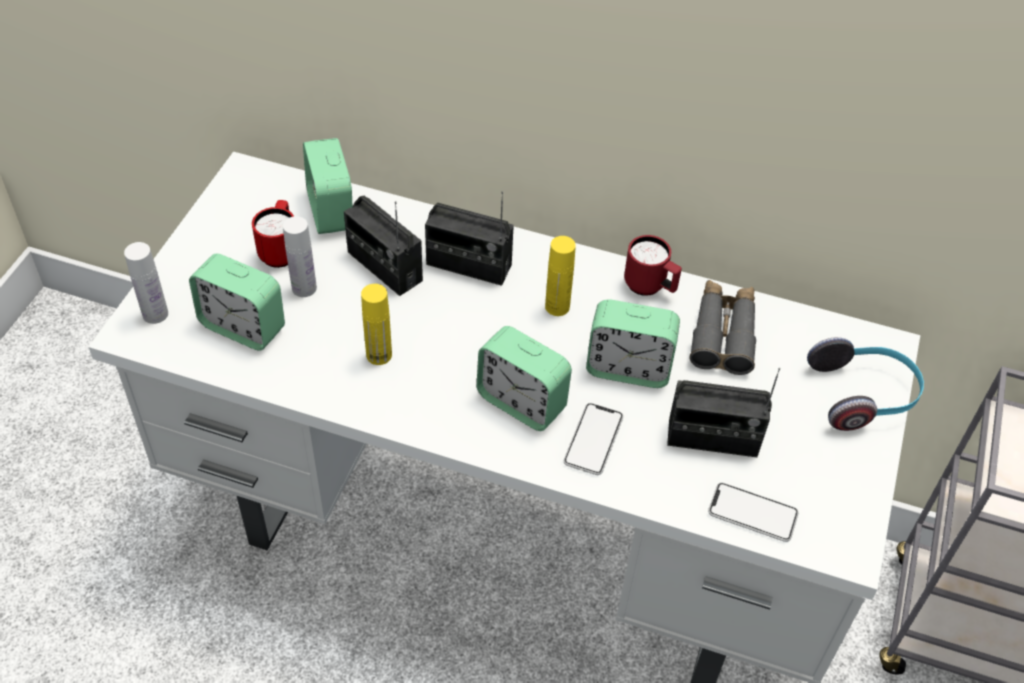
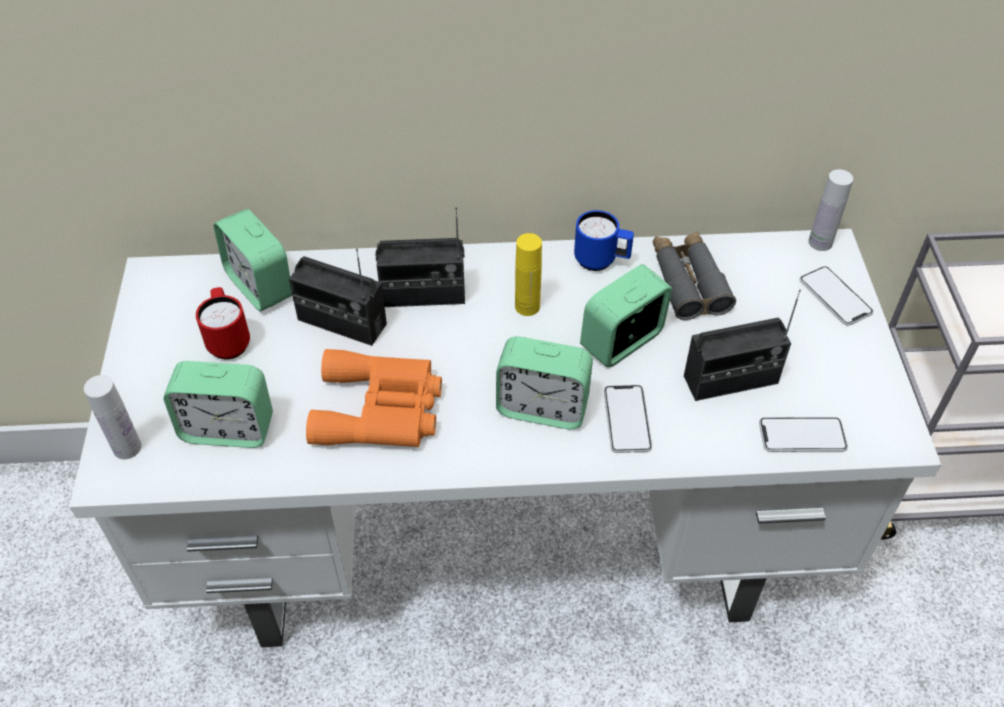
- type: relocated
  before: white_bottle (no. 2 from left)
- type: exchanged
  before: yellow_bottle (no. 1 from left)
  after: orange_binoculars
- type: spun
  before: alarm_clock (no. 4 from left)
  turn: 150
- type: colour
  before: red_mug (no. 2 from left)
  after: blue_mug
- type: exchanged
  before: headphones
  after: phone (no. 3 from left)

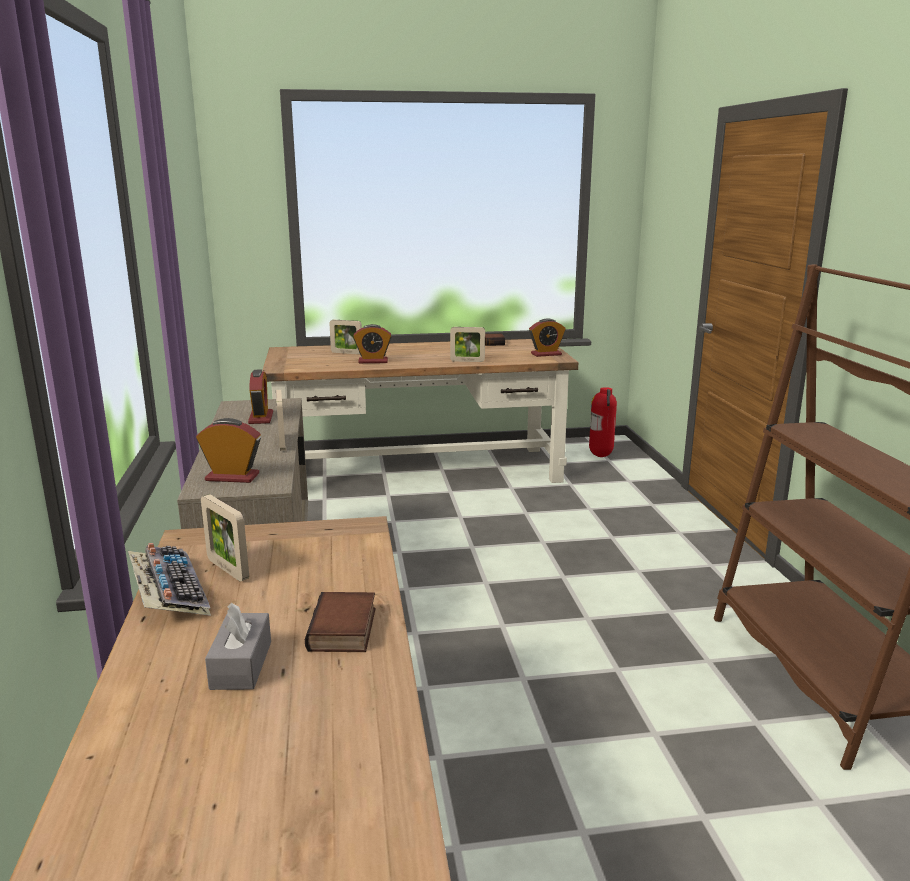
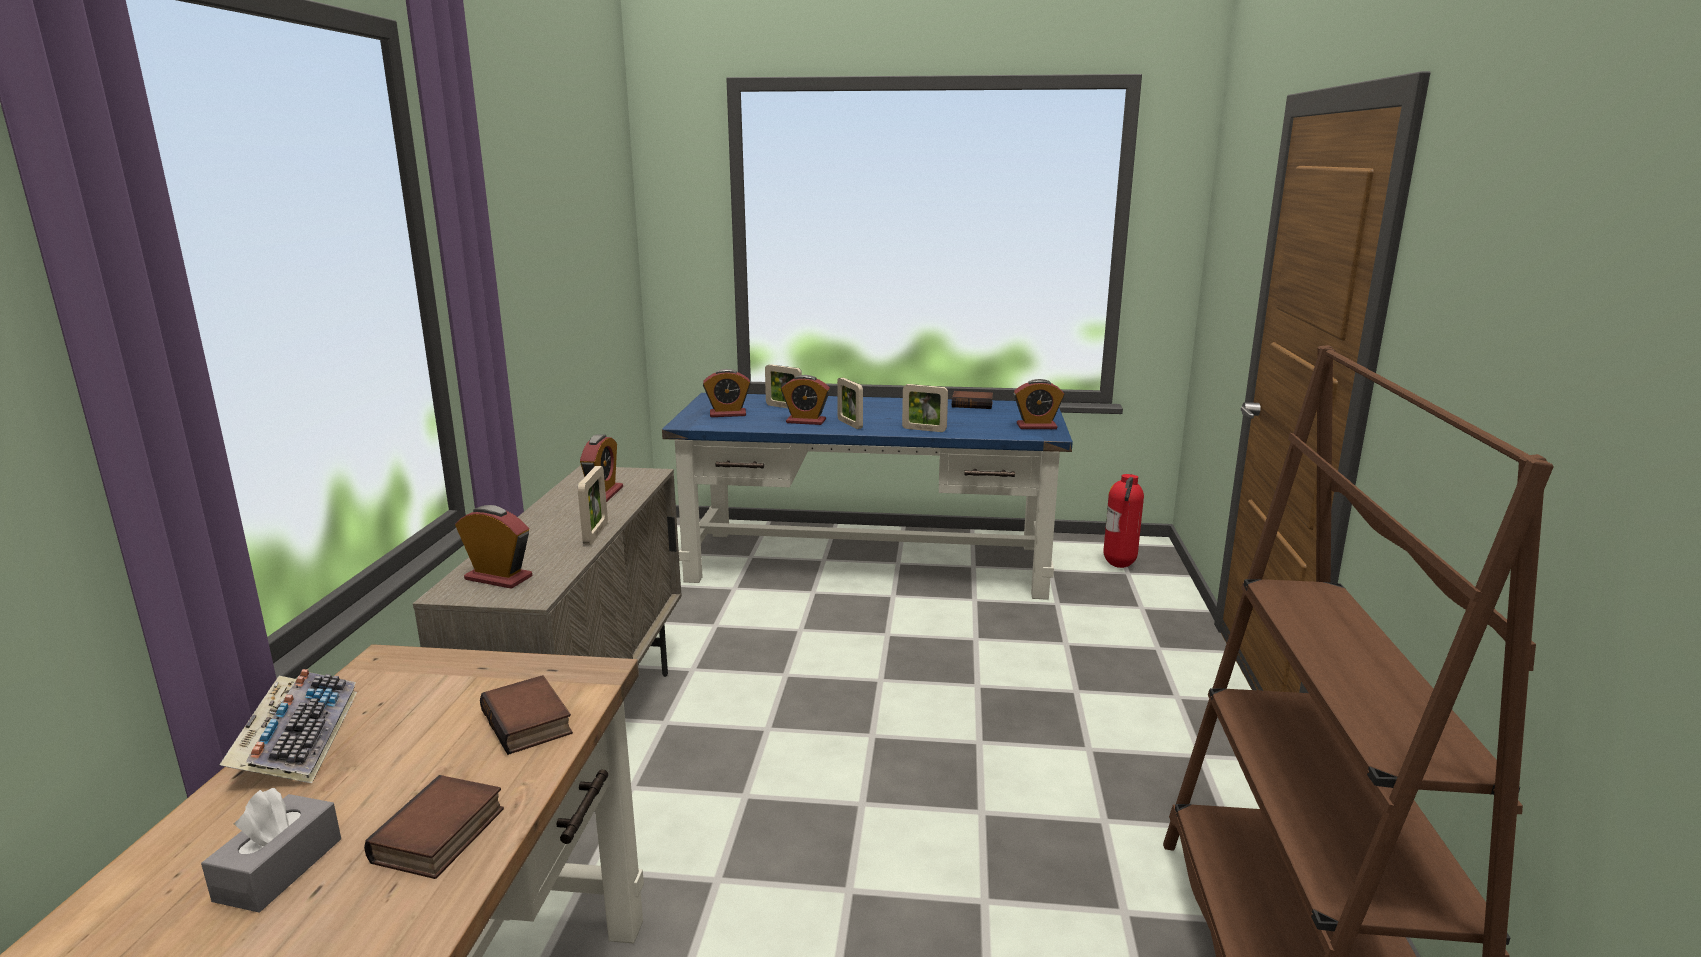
- type: relocated
  before: picture_frame (no. 1 from left in the first image)
  after: picture_frame (no. 3 from left)
- type: colour
  before: brown_desk (no. 2 from left)
  after: blue_desk
- type: appeared
  after: book (no. 2 from left)
- type: appeared
  after: alarm_clock (no. 3 from left)

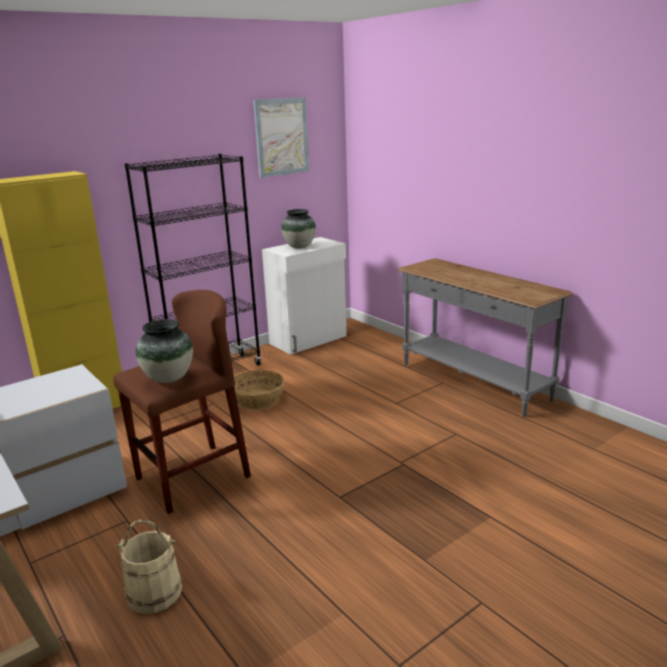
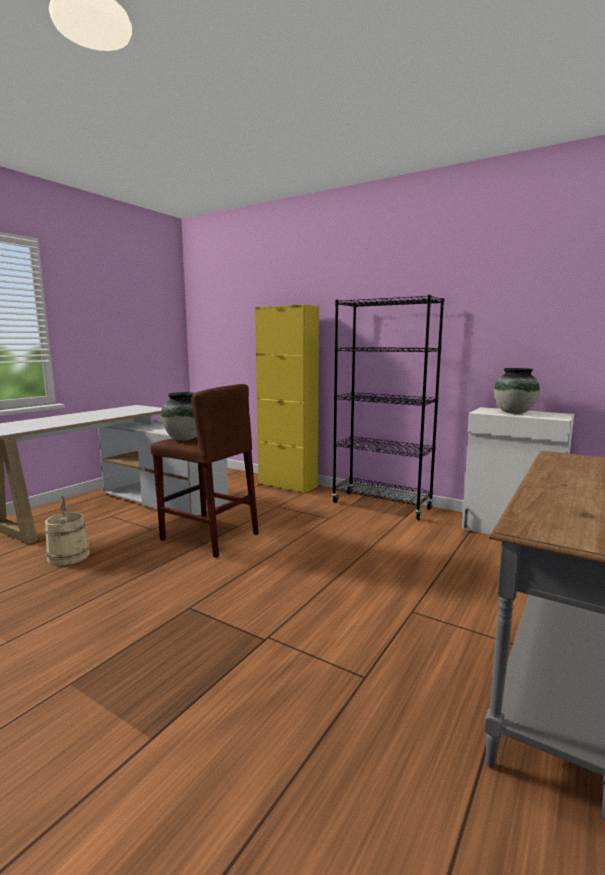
- type: missing
  before: basket
- type: missing
  before: picture

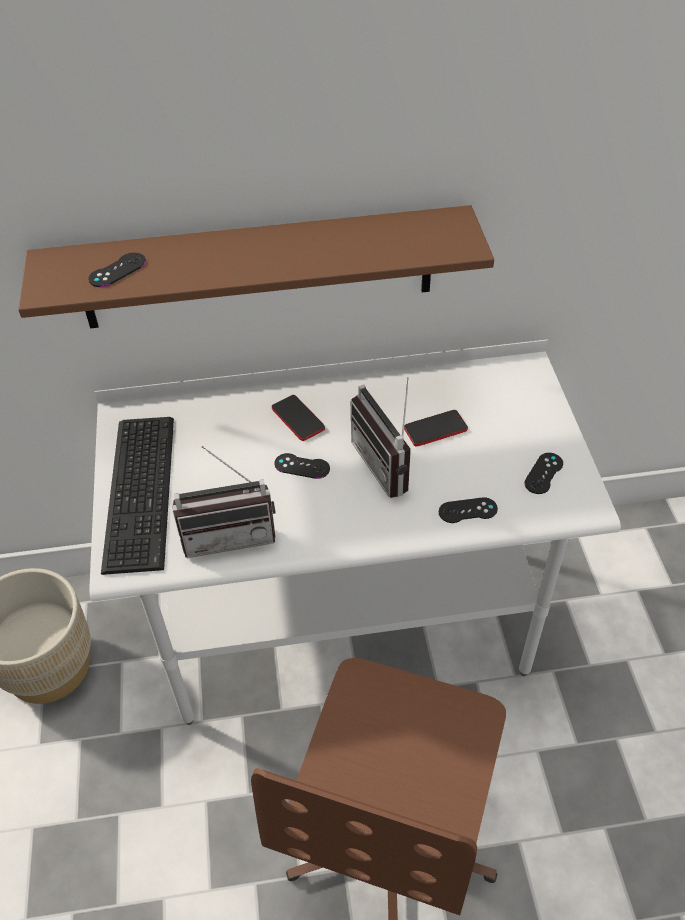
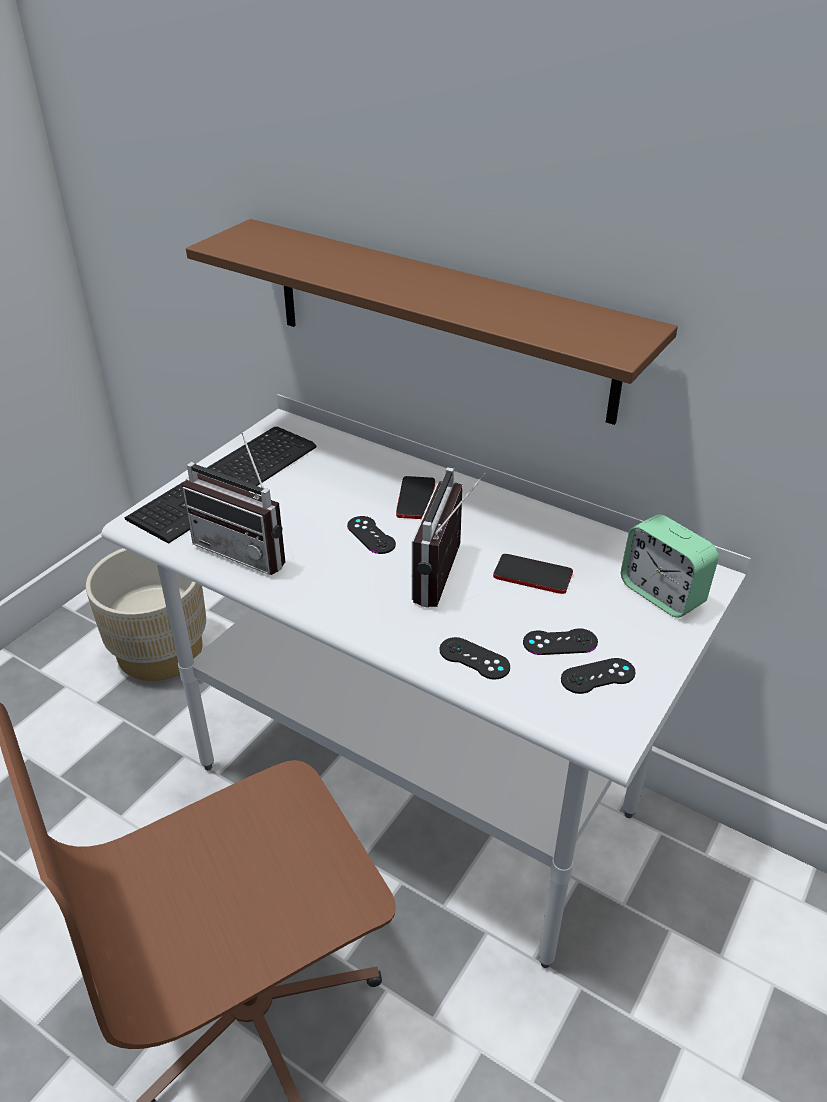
- type: relocated
  before: black_game_controller (no. 1 from left in the first image)
  after: black_game_controller (no. 3 from left)
- type: appeared
  after: alarm_clock

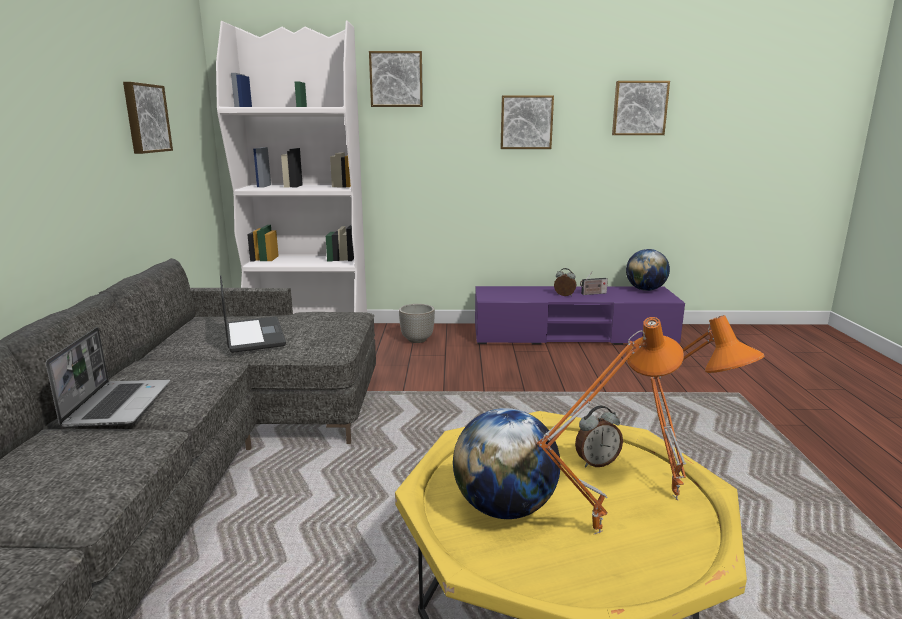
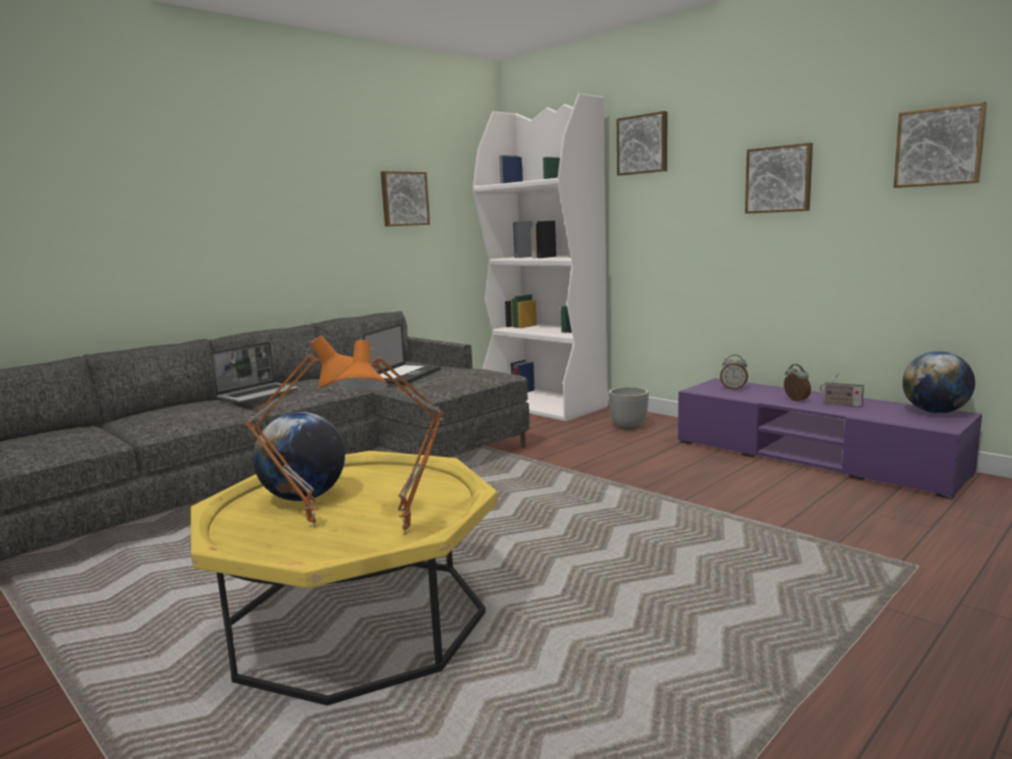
- type: relocated
  before: alarm_clock (no. 2 from left in the first image)
  after: alarm_clock (no. 1 from left)

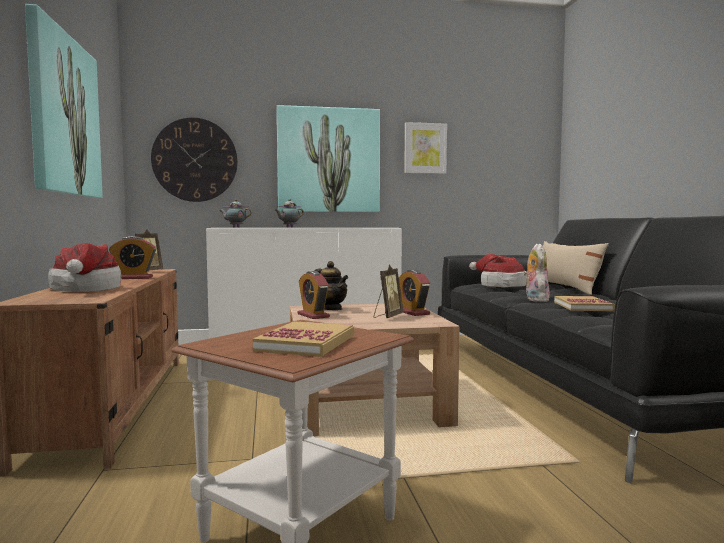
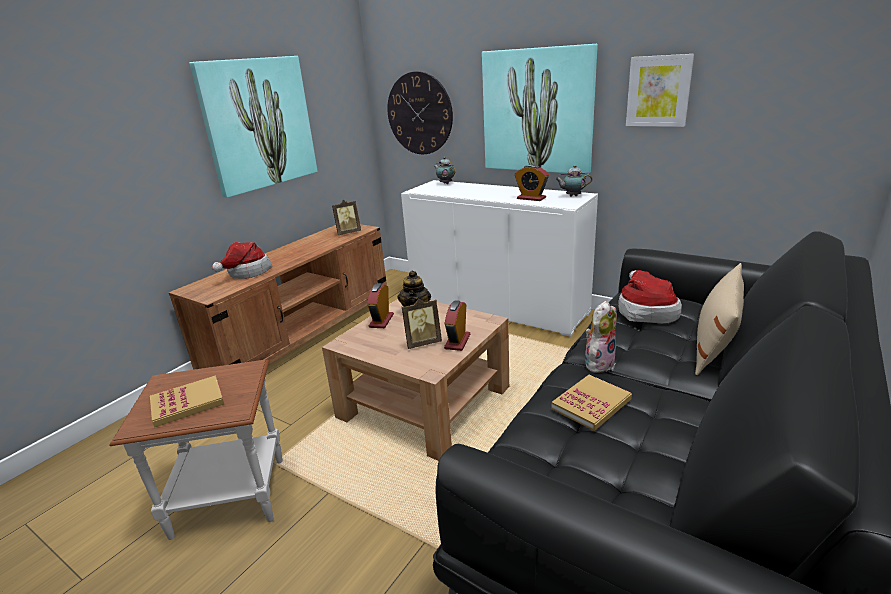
- type: relocated
  before: alarm_clock (no. 1 from left in the first image)
  after: alarm_clock (no. 3 from left)
- type: relocated
  before: teapot (no. 2 from left in the first image)
  after: teapot (no. 3 from left)

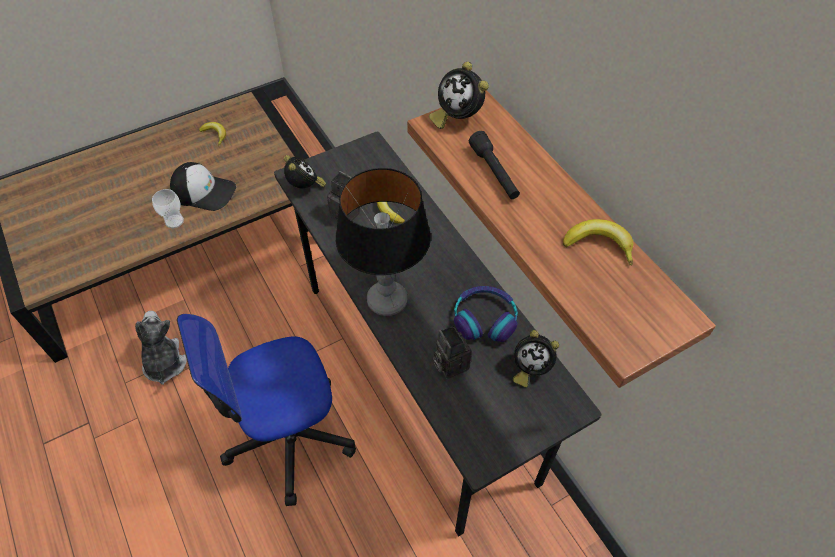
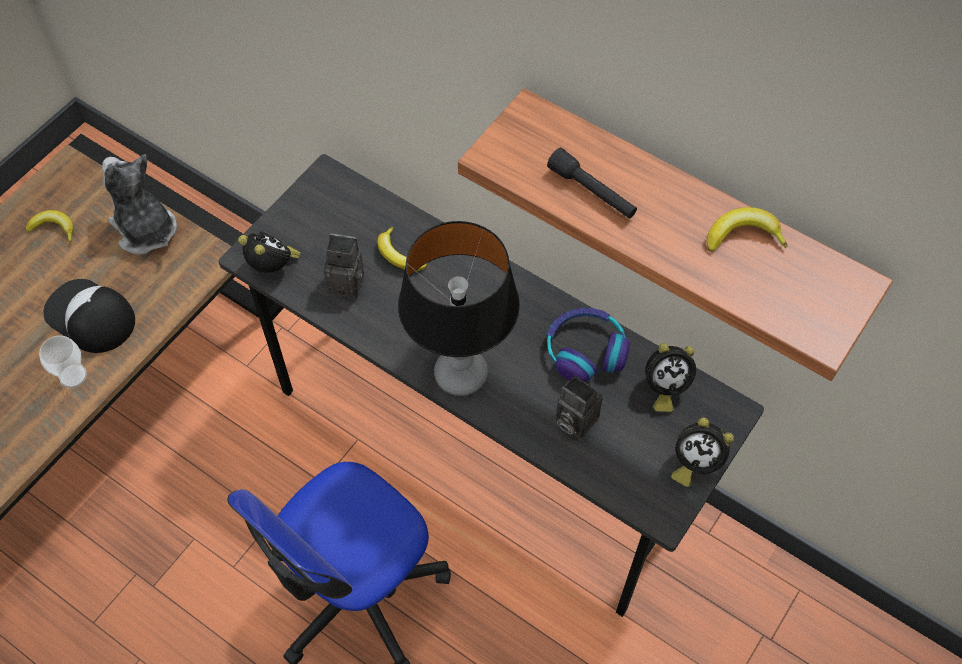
- type: relocated
  before: plush_toy
- type: spun
  before: cap
  turn: -135
- type: relocated
  before: alarm_clock (no. 2 from left in the first image)
  after: alarm_clock (no. 3 from left)

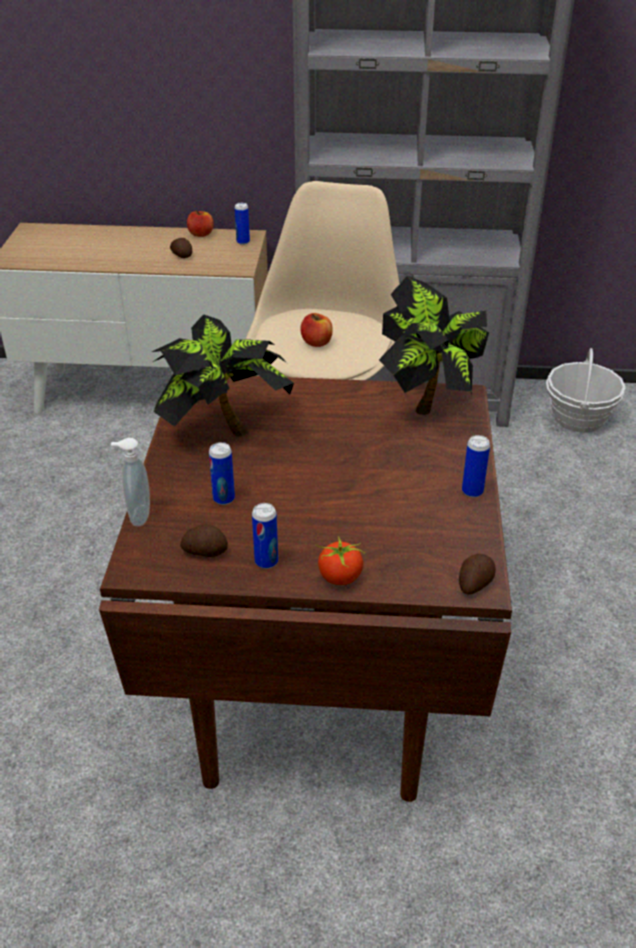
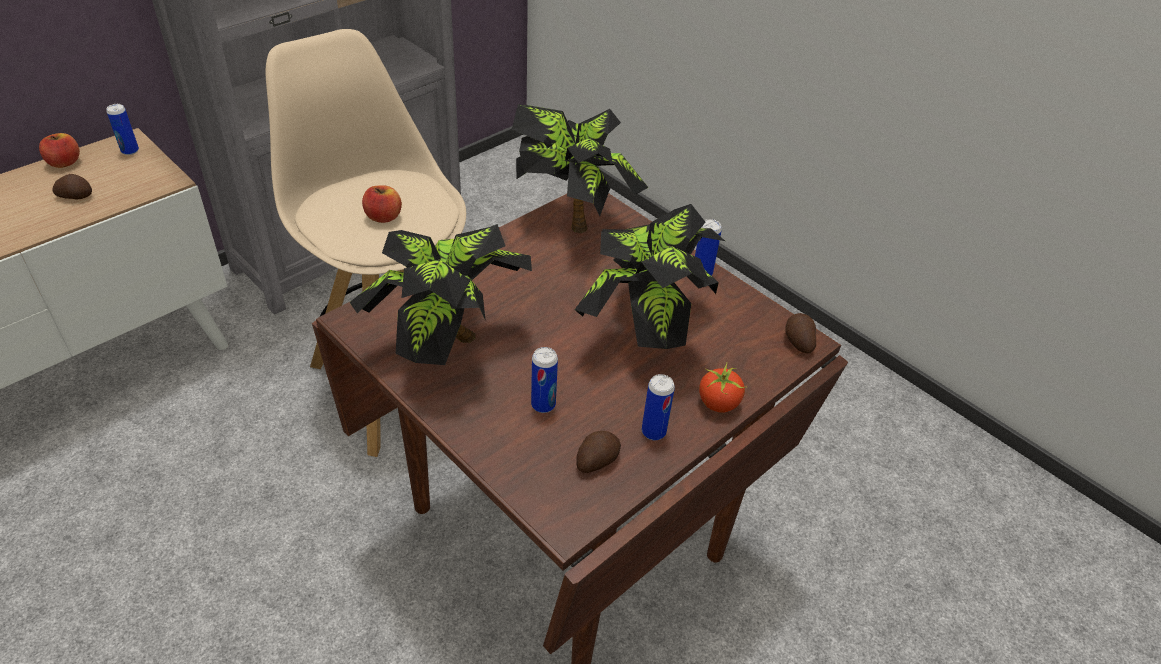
- type: missing
  before: soap_dispenser
- type: missing
  before: basket
- type: appeared
  after: potted_plant (no. 3 from left)

